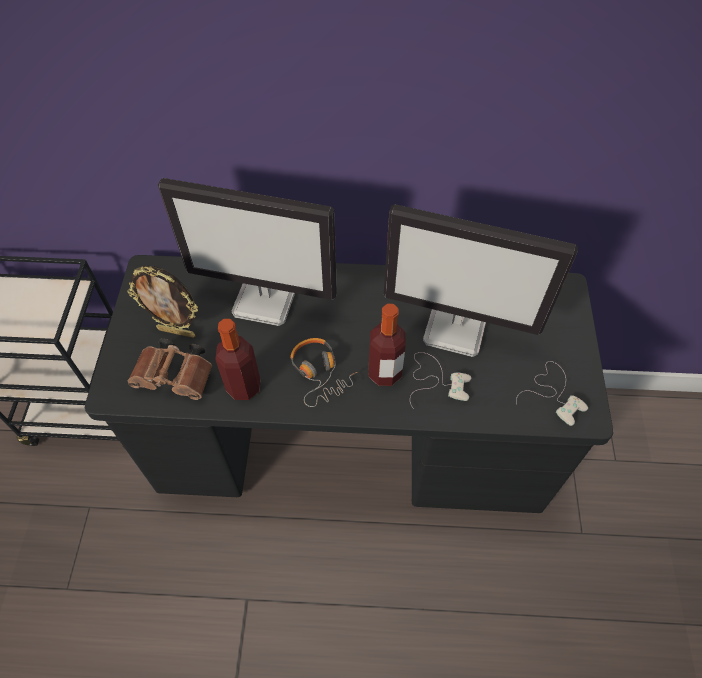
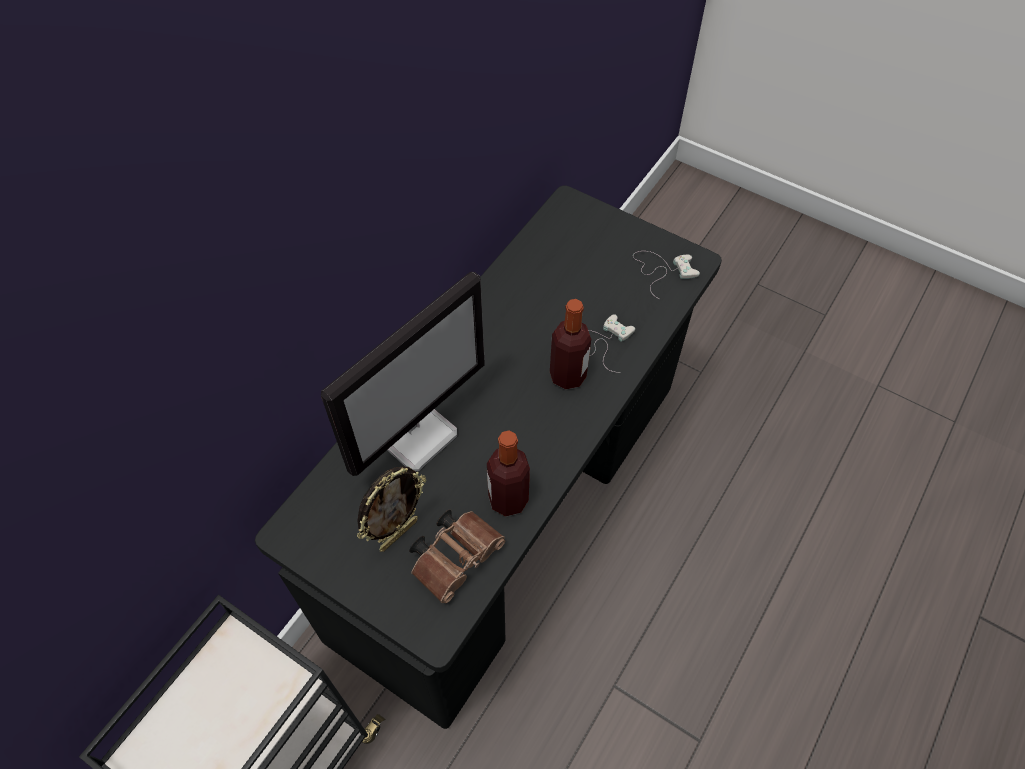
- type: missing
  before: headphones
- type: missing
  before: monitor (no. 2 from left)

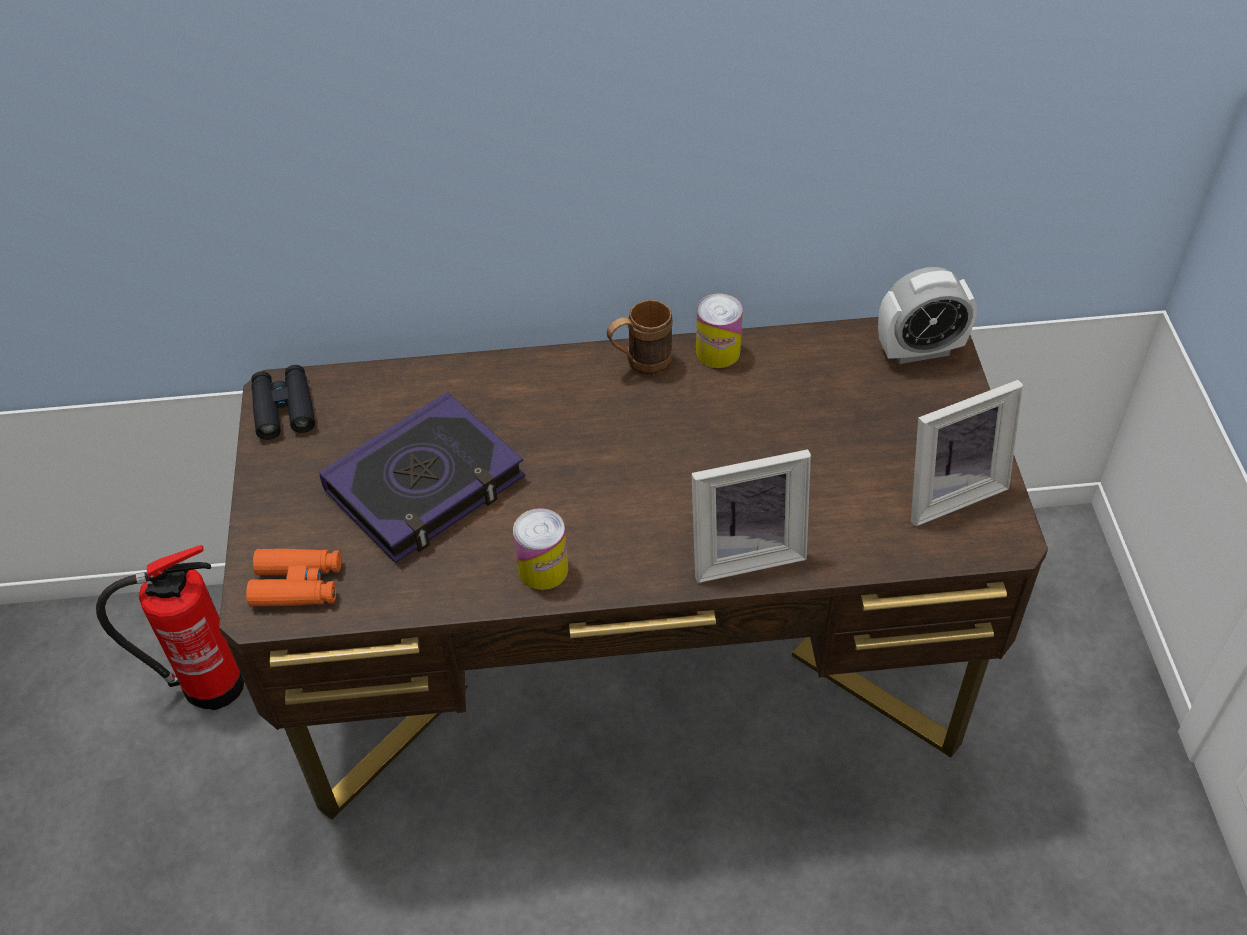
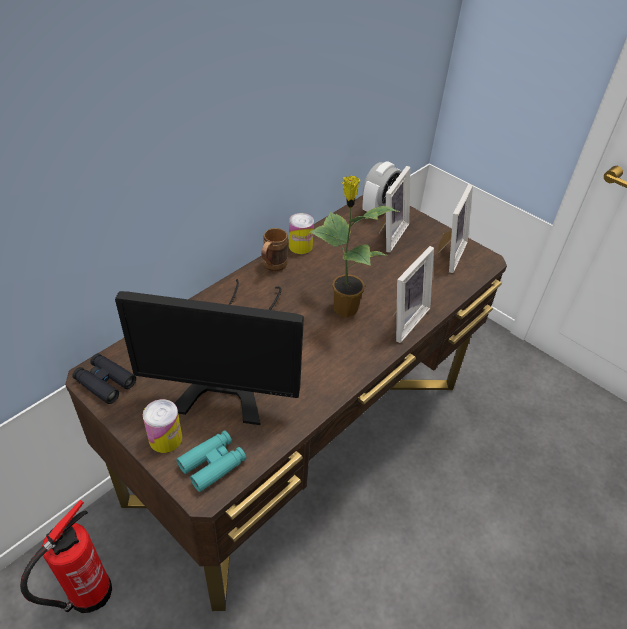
- type: colour
  before: orange_binoculars
  after: turquoise_binoculars
- type: exchanged
  before: book
  after: monitor
- type: relocated
  before: can (no. 1 from left)
- type: appeared
  after: potted_plant
- type: appeared
  after: picture_frame (no. 1 from left)

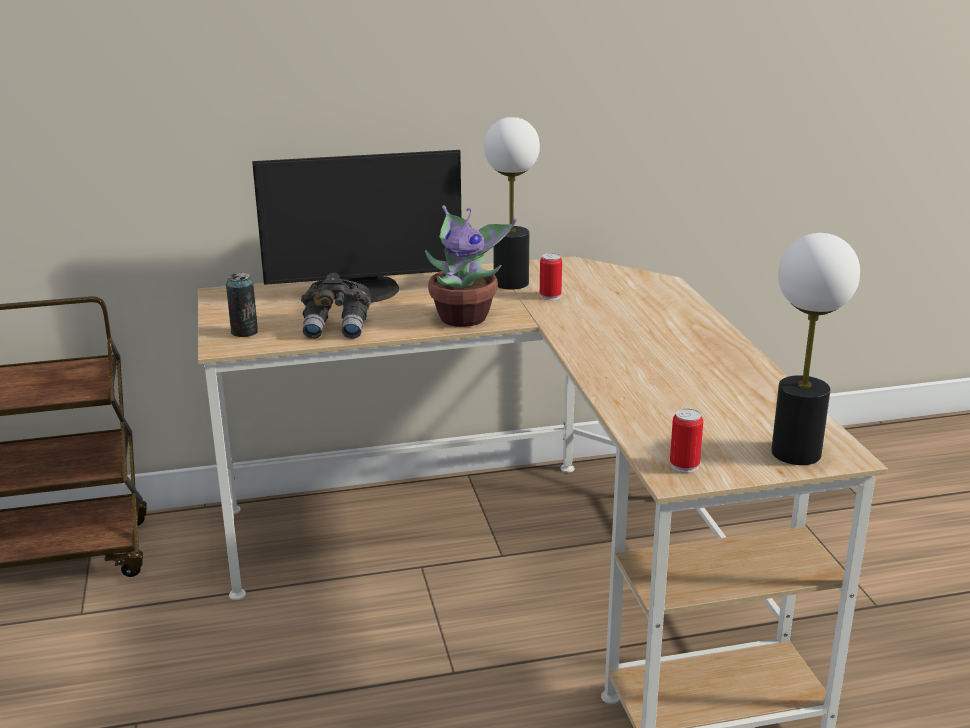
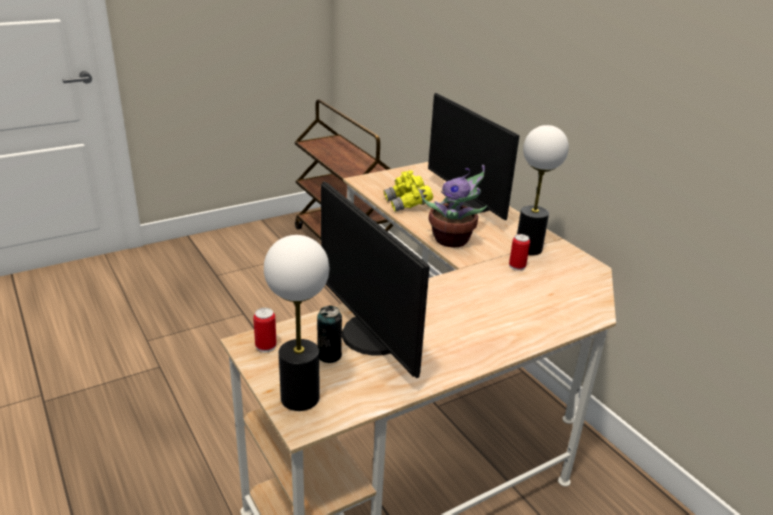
- type: relocated
  before: can (no. 1 from left in the first image)
  after: can (no. 2 from left)
- type: colour
  before: grey_binoculars
  after: yellow_binoculars
- type: appeared
  after: monitor (no. 1 from left)

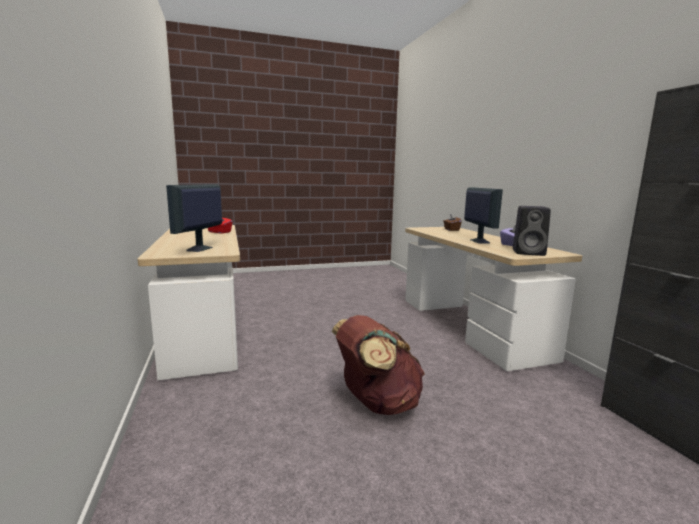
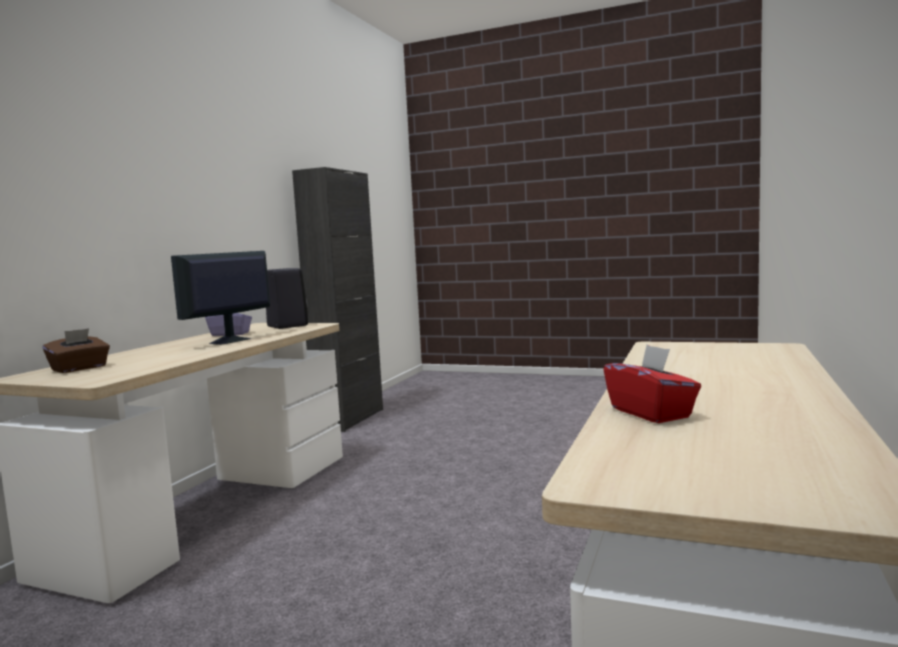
- type: missing
  before: monitor (no. 1 from left)
- type: missing
  before: brown_backpack

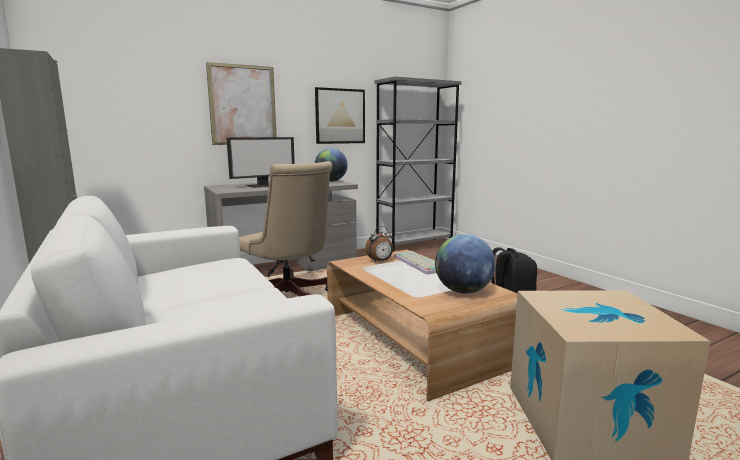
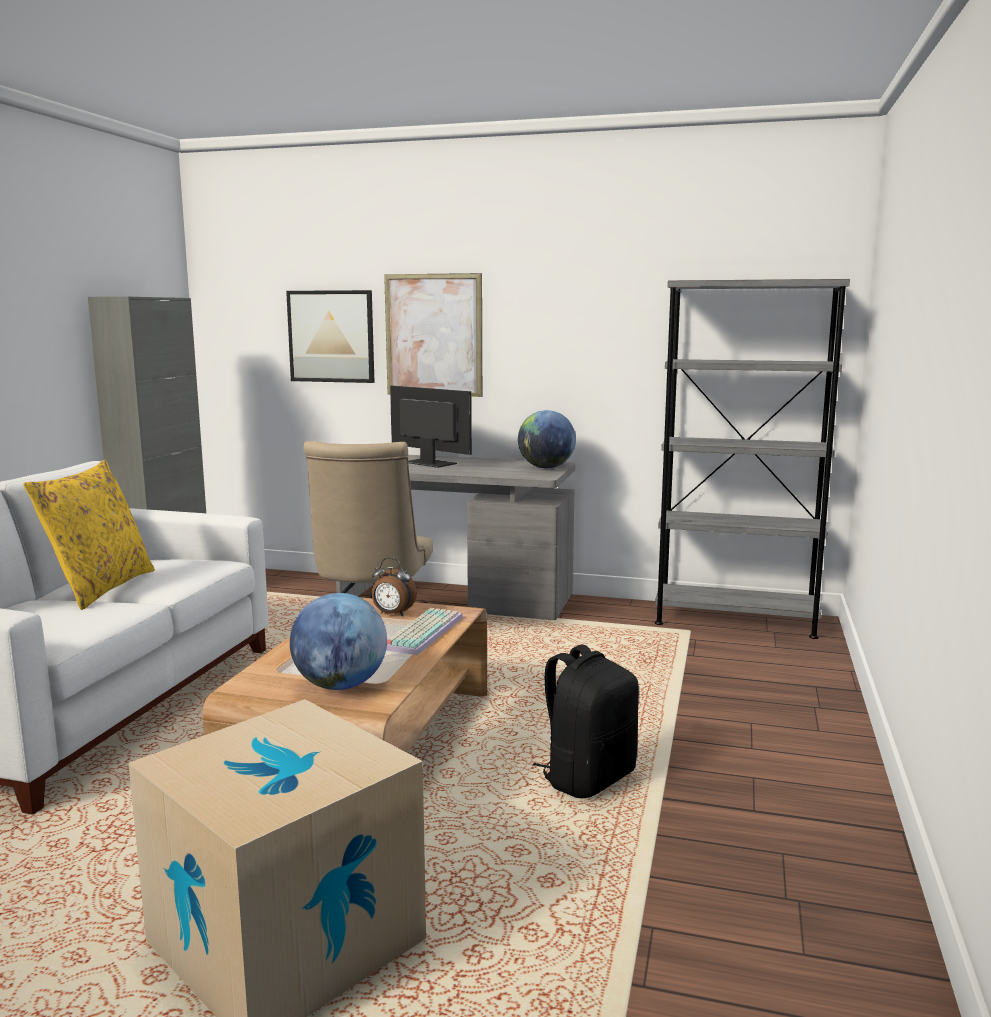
- type: spun
  before: monitor
  turn: -150
- type: relocated
  before: picture (no. 2 from left in the first image)
  after: picture (no. 1 from left)
- type: appeared
  after: yellow_pillow

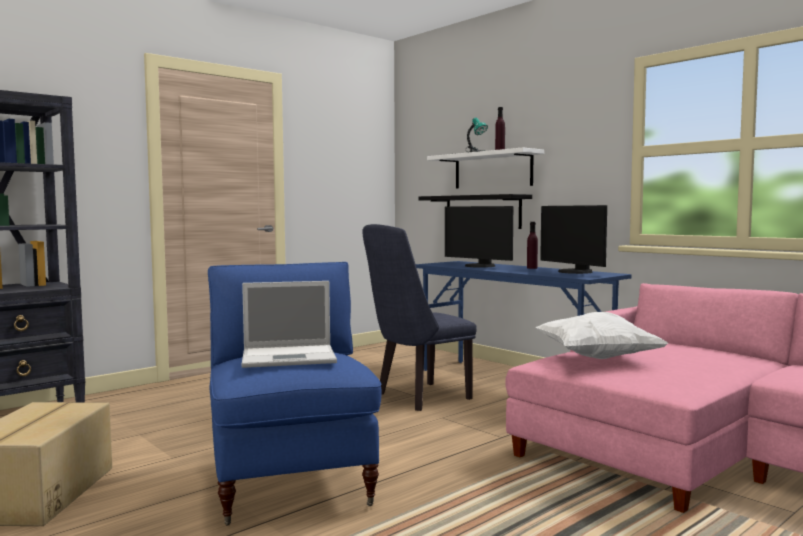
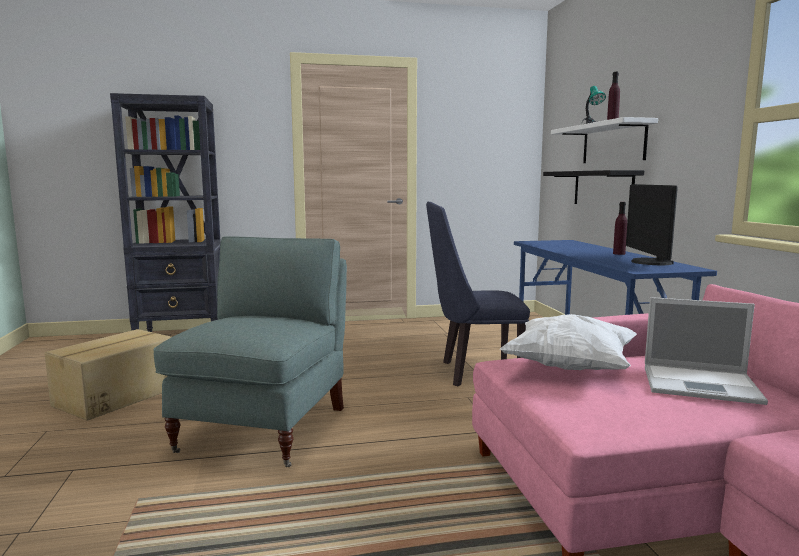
- type: colour
  before: blue_armchair
  after: grey_armchair
- type: relocated
  before: laptop
- type: missing
  before: monitor (no. 1 from left)

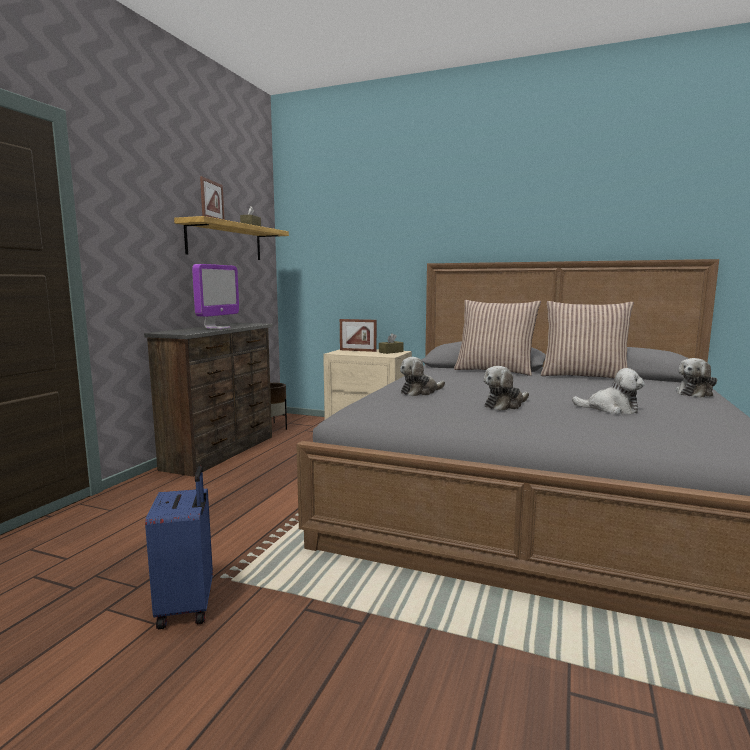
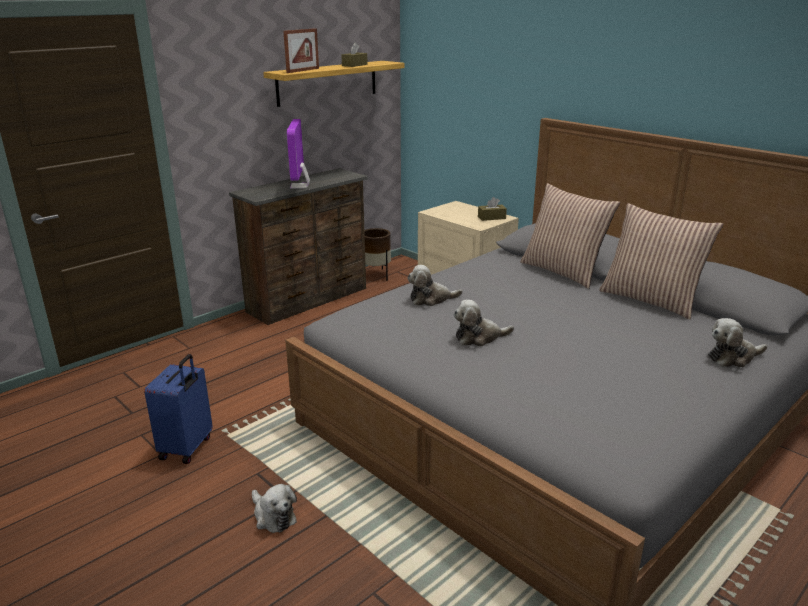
- type: spun
  before: monitor
  turn: 135
- type: missing
  before: picture_frame (no. 2 from left)
- type: relocated
  before: plush_toy (no. 3 from left in the first image)
  after: plush_toy (no. 1 from left)

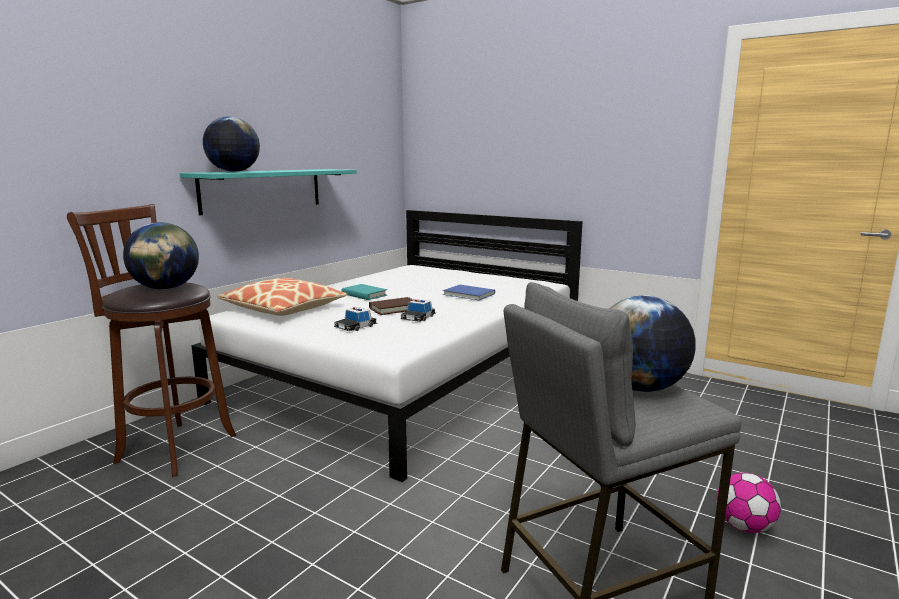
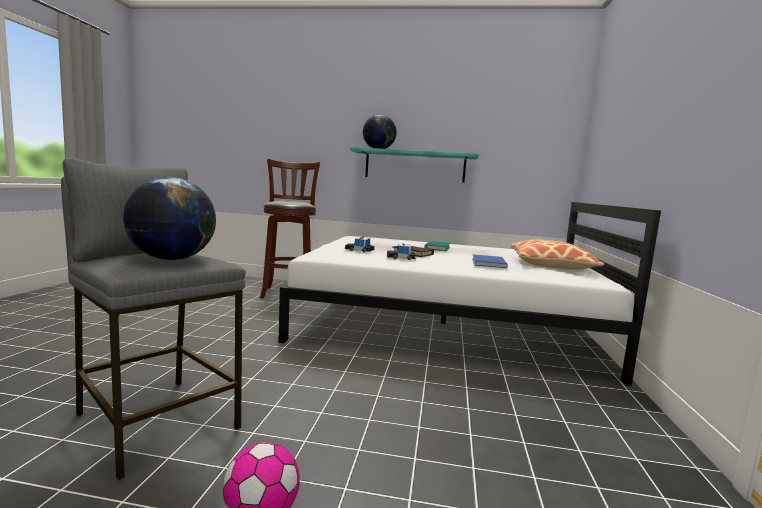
- type: missing
  before: globe (no. 1 from left)
- type: relocated
  before: pillow

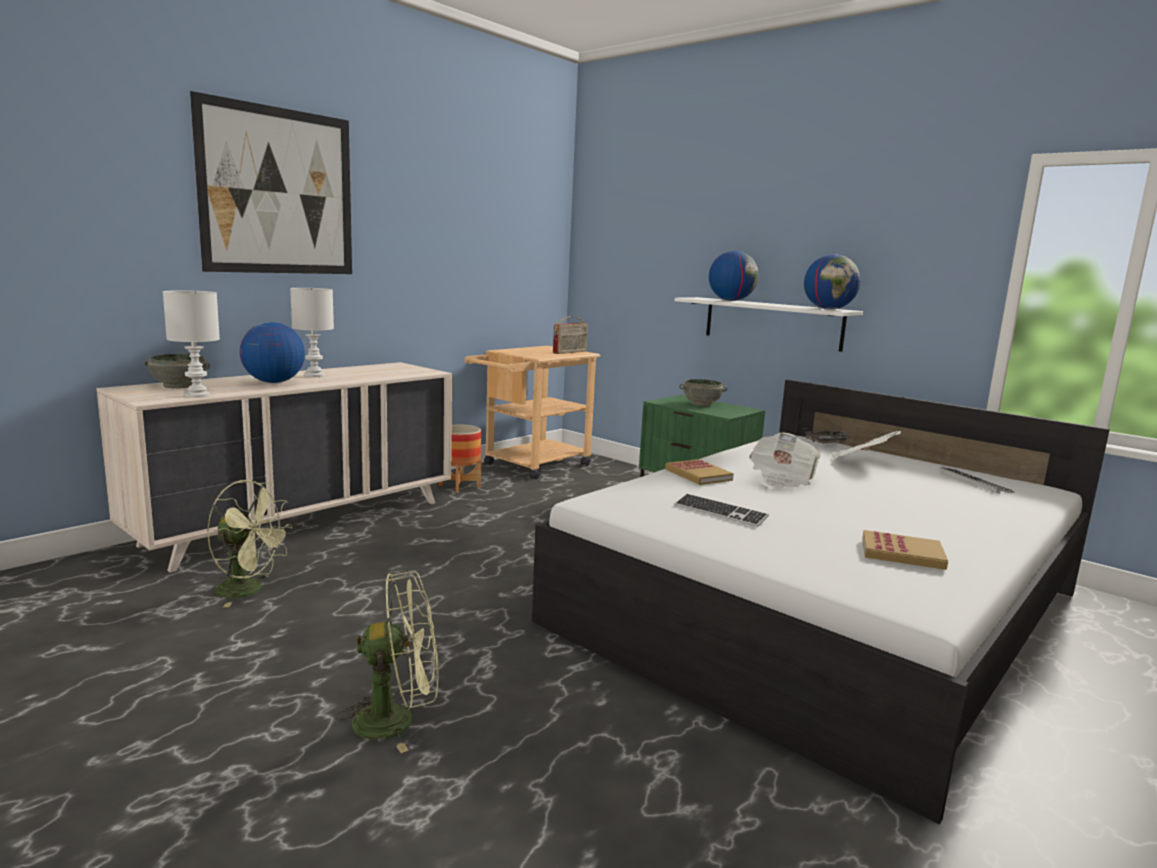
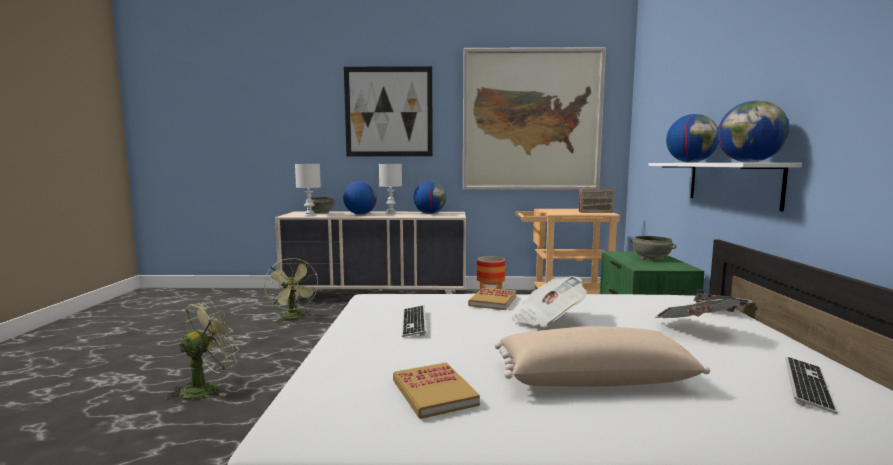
- type: spun
  before: green_fan (no. 2 from left in the first image)
  turn: -90
- type: appeared
  after: globe (no. 2 from left)
- type: appeared
  after: picture (no. 2 from left)
- type: appeared
  after: beige_pillow

